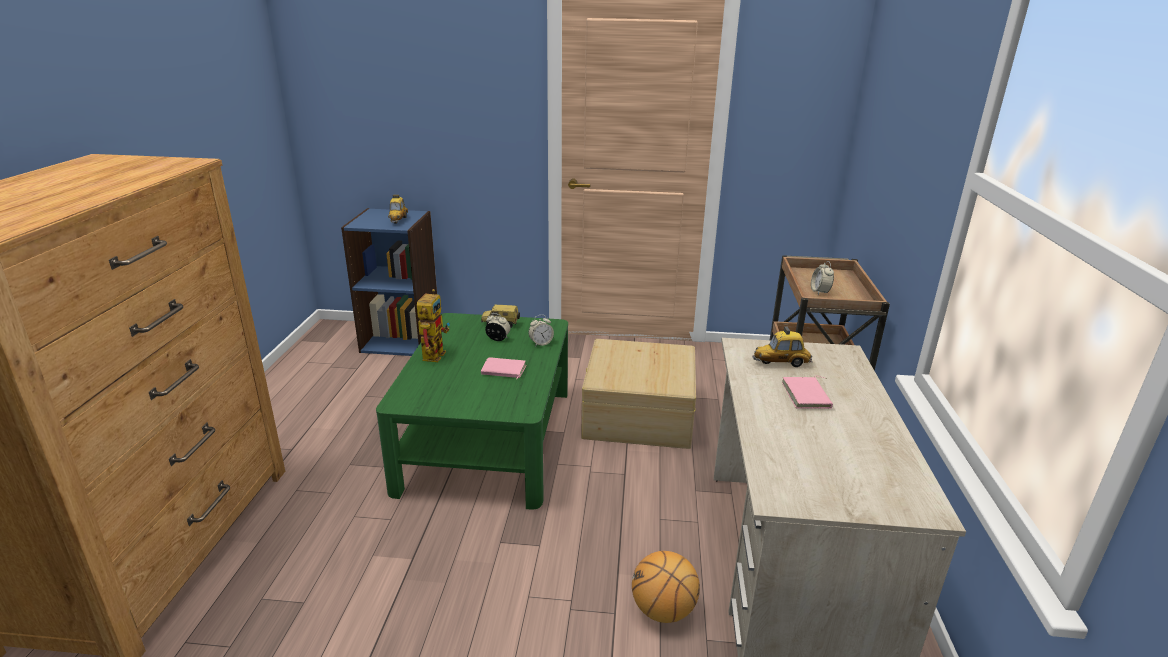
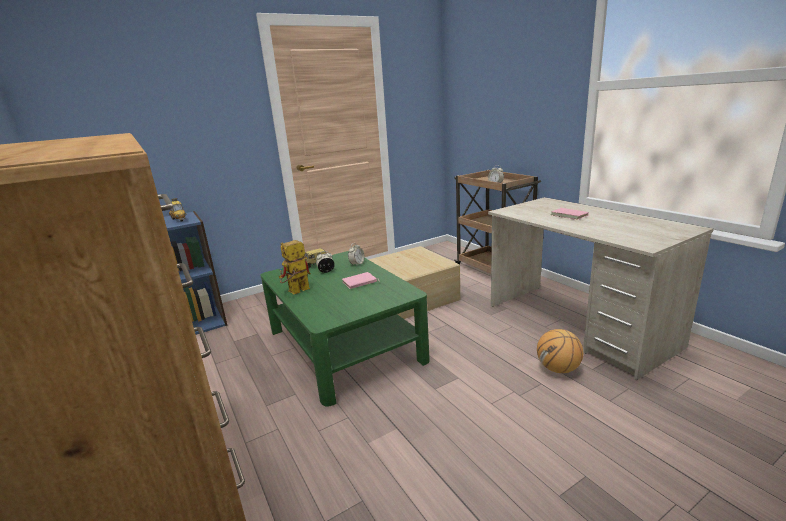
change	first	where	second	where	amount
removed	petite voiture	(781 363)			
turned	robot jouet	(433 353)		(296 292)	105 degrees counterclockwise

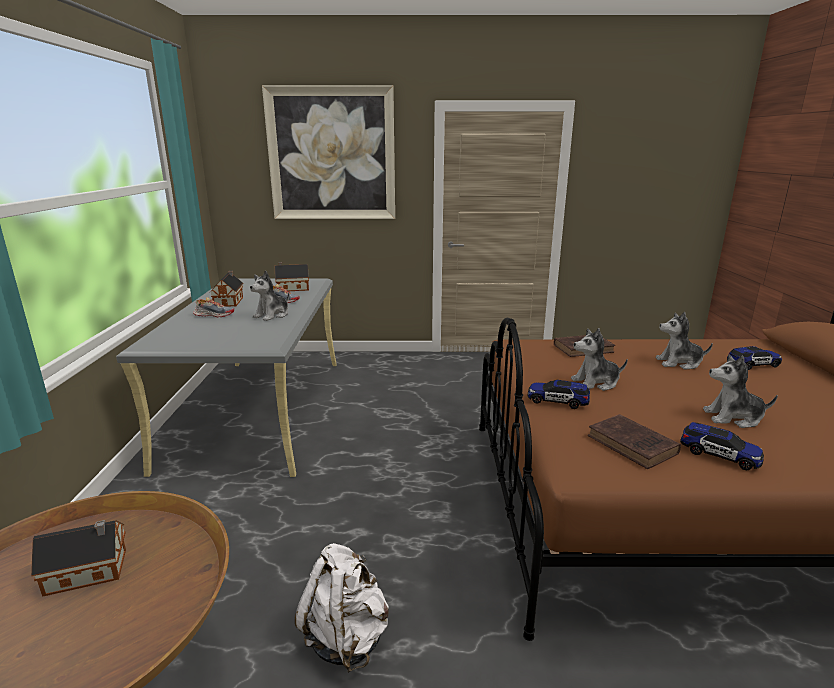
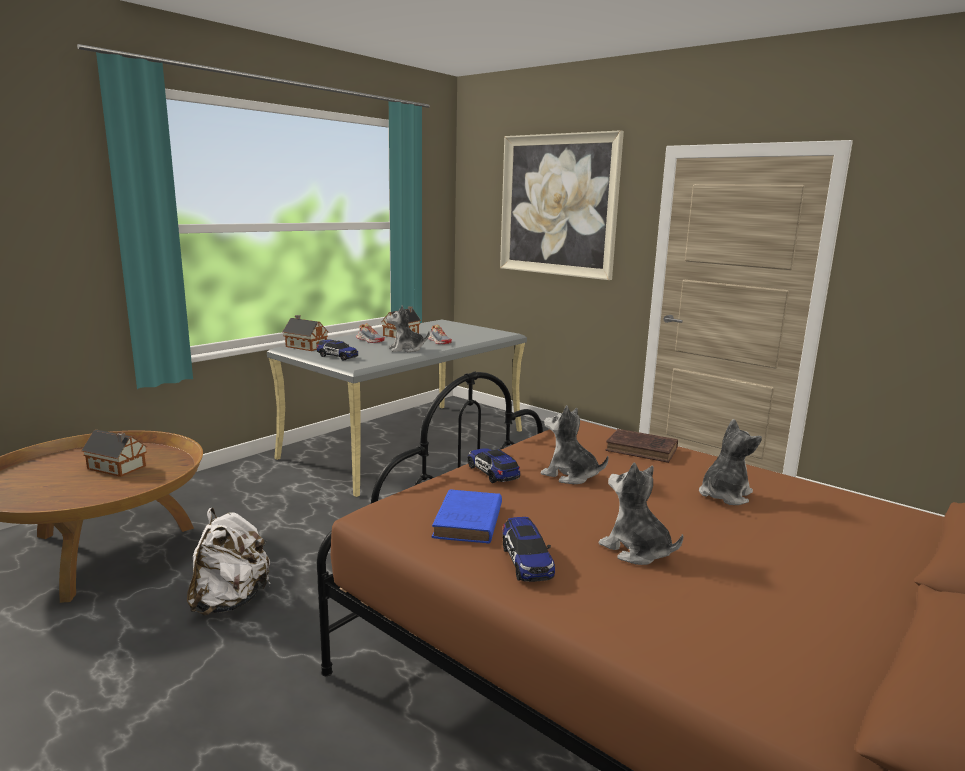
change	first	where	second	where	amount
moved	maison miniature	(292 288)		(305 346)	
moved	petite voiture	(753 365)		(337 356)	
recoloured	livre/marron	(634 446)	livre/bleu	(468 522)	
turned	peluche	(679 363)		(724 495)	90 degrees clockwise

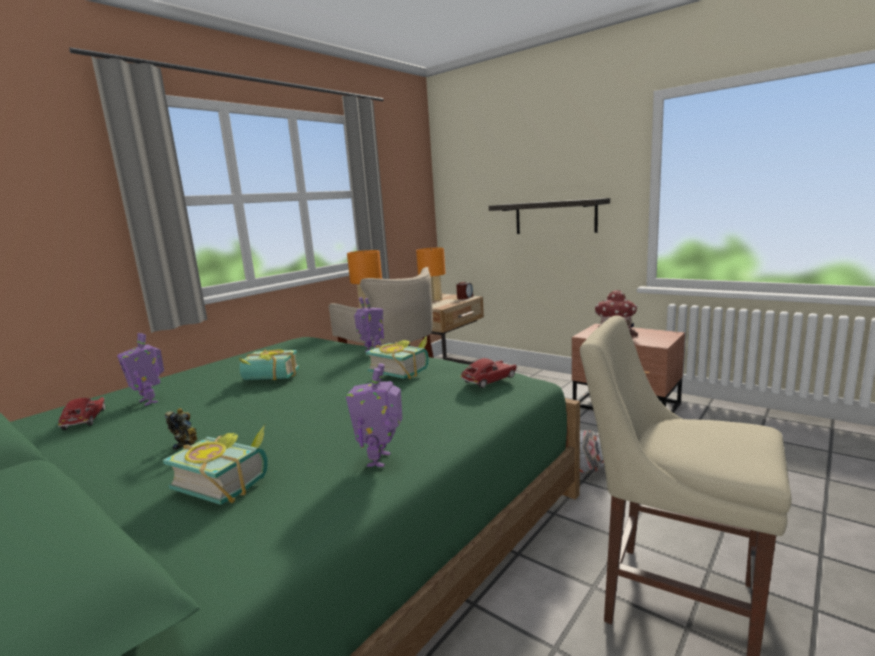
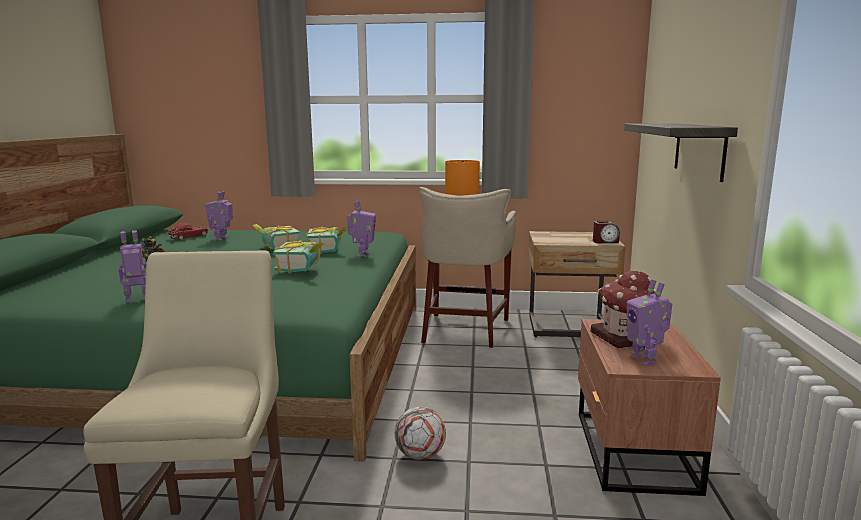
change	first	where	second	where	amount
removed	lampe de table/orange	(433 300)			
removed	petite voiture	(489 380)			
added			robot jouet	(644 360)	
moved	livre	(228 480)		(328 250)	

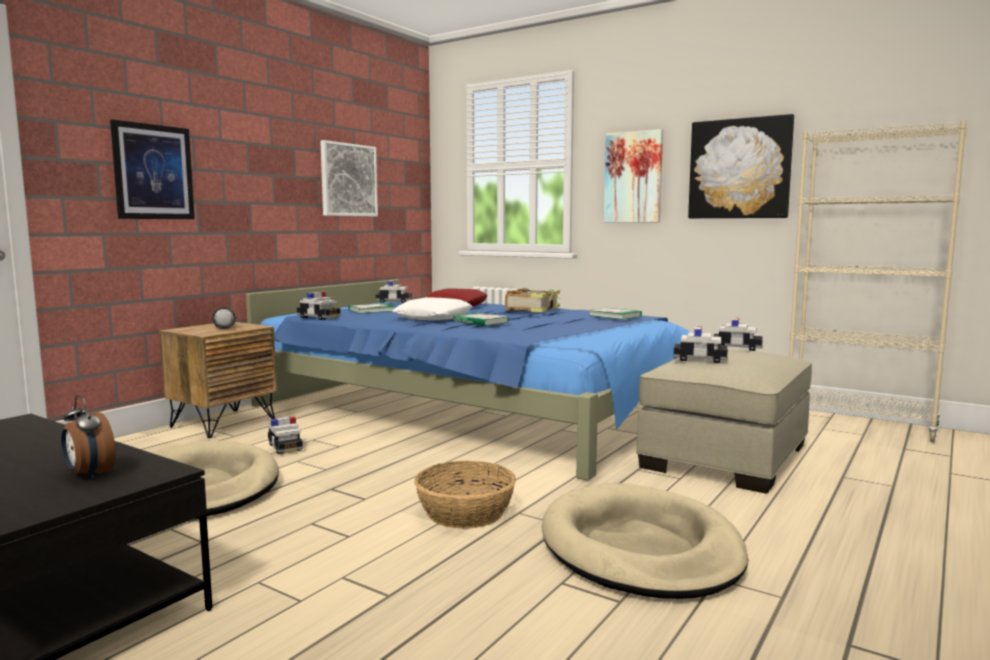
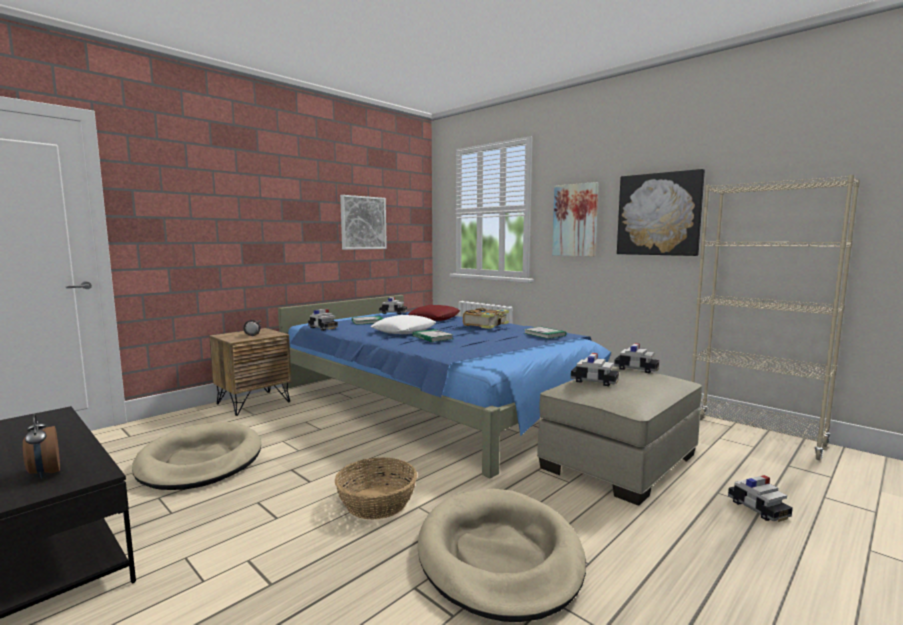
change	first	where	second	where	amount
removed	tableau	(153 172)			
moved	petite voiture	(285 447)		(758 508)	

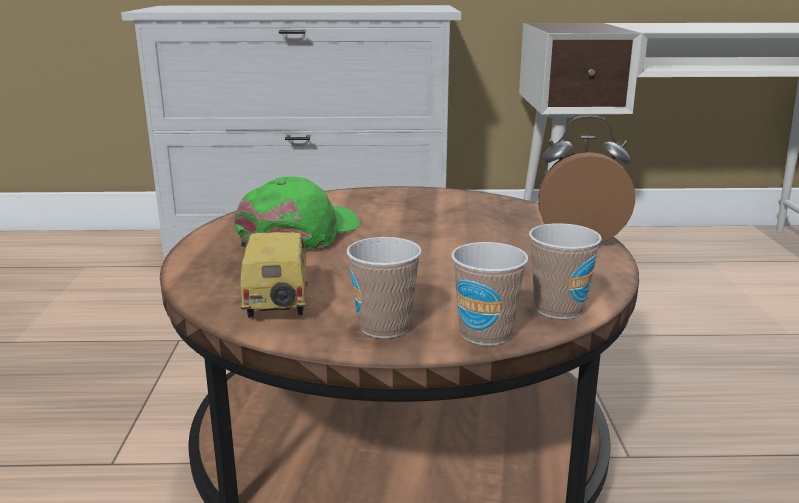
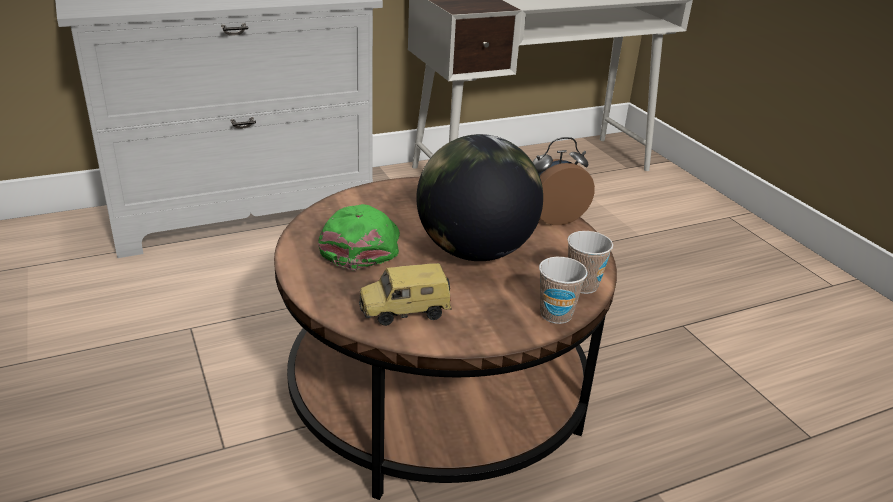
change	first	where	second	where	amount
removed	tasse	(384 327)			
added			globe	(475 252)	
turned	petite voiture	(275 300)		(405 313)	75 degrees counterclockwise

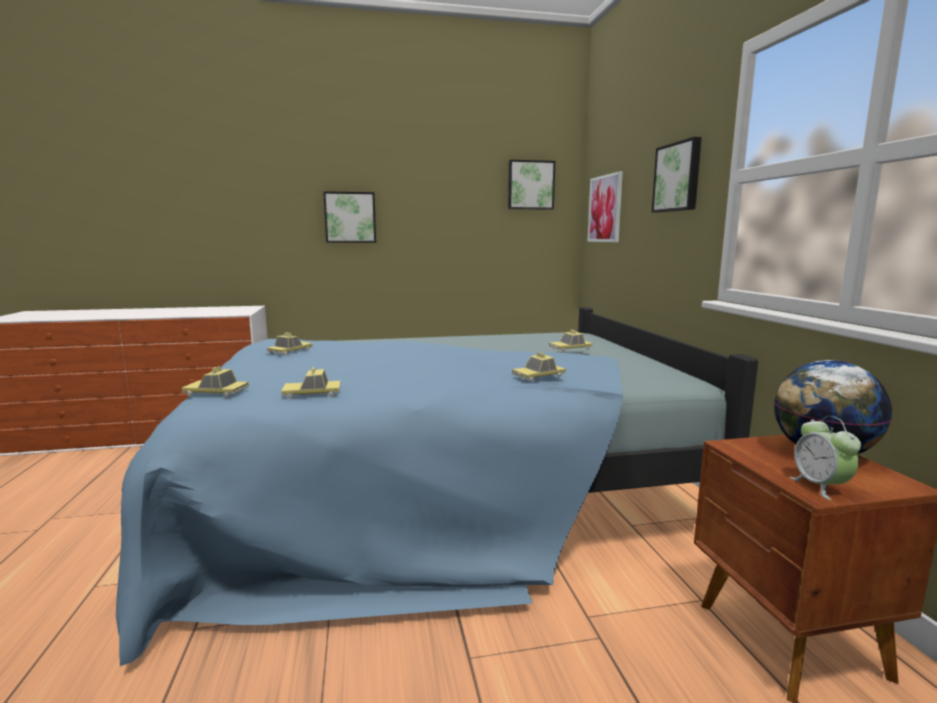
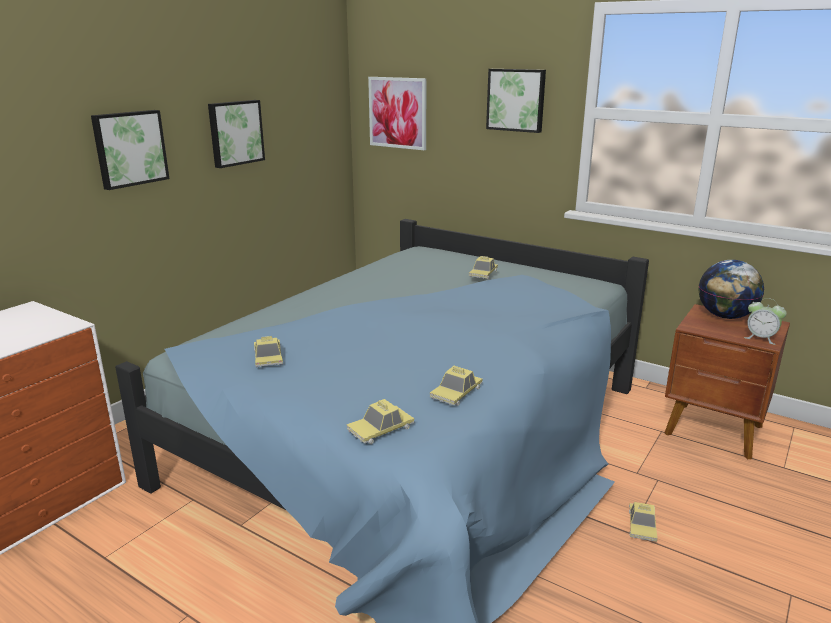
change	first	where	second	where	amount
moved	tableau	(530 185)		(235 133)	
moved	petite voiture	(538 376)		(642 526)	

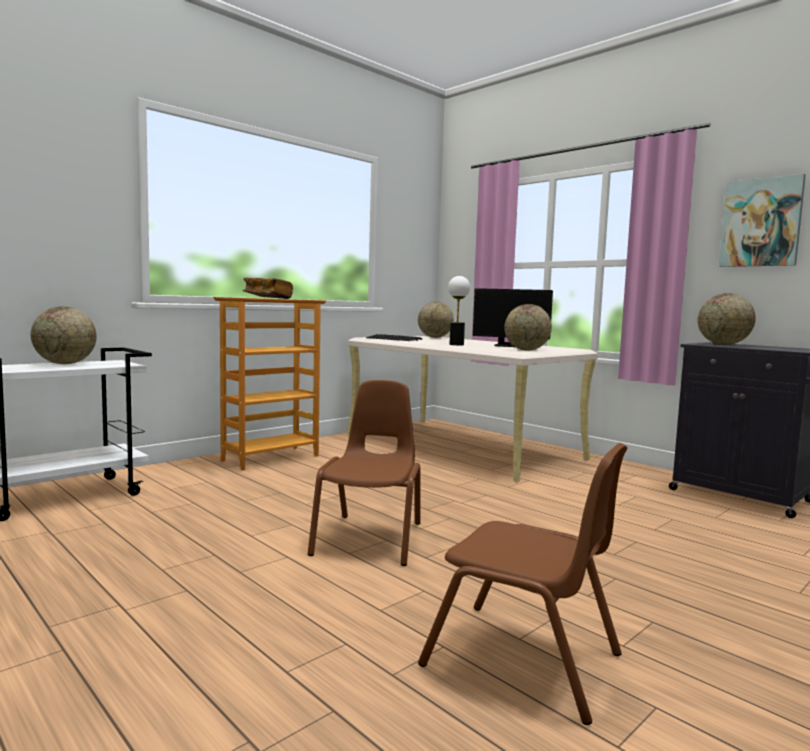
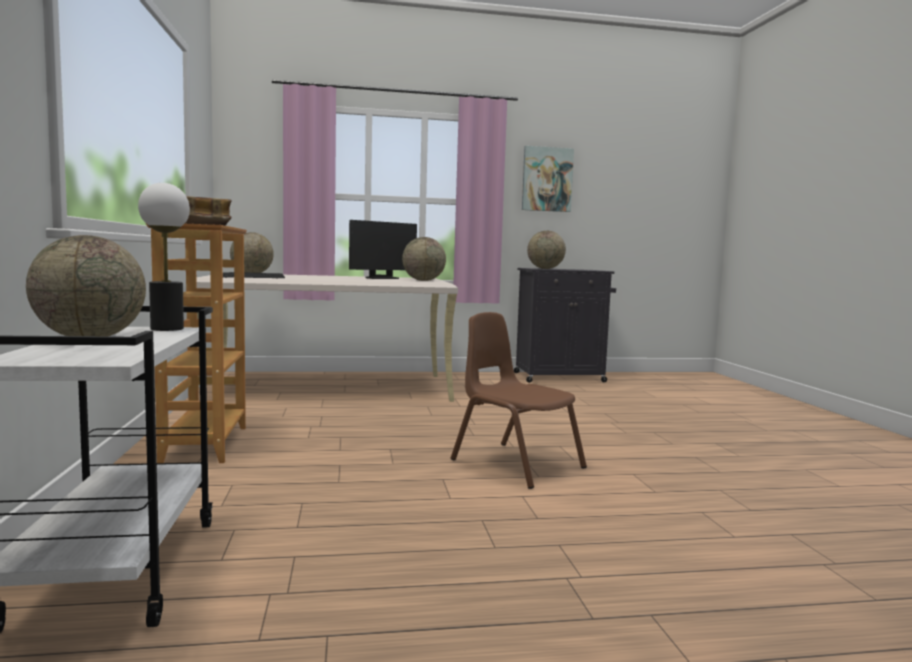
change	first	where	second	where	amount
removed	chaise/marron	(523 660)			
moved	lampe de table	(456 344)		(166 329)	

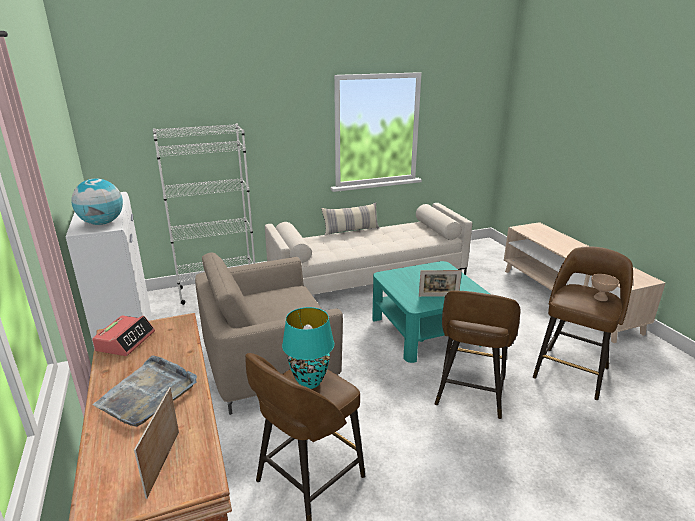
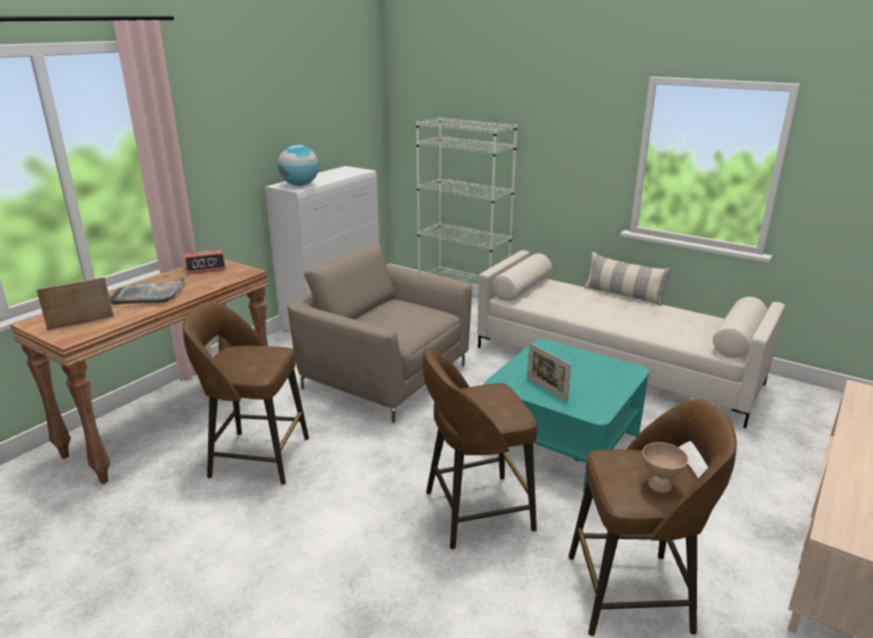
change	first	where	second	where	amount
removed	lampe de table/turquoise	(309 382)			

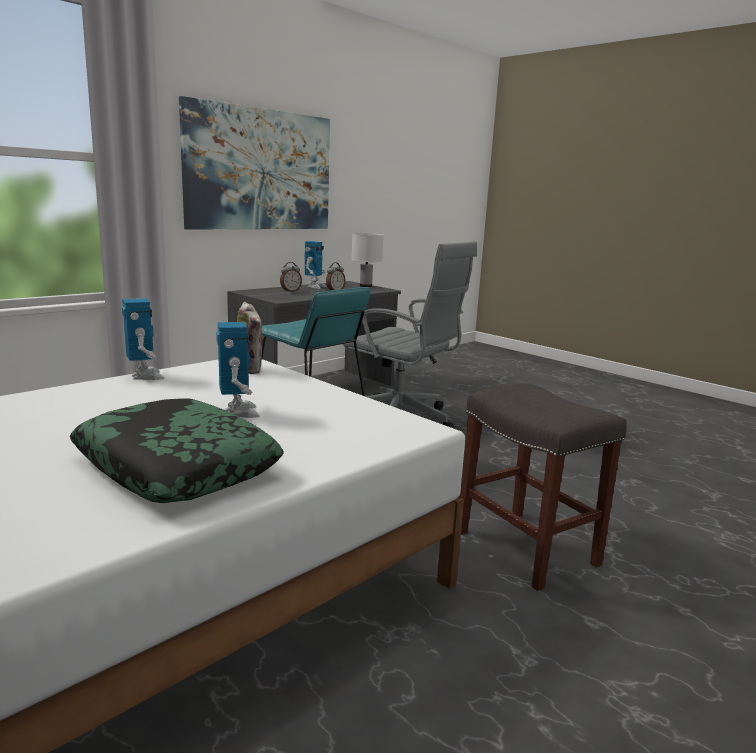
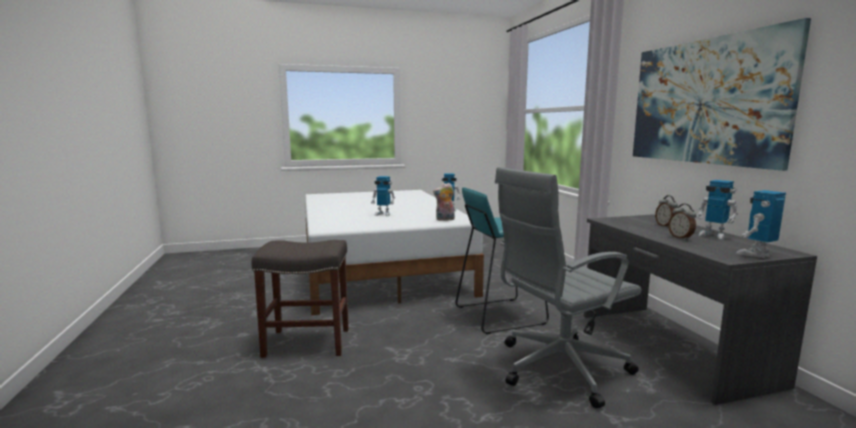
change	first	where	second	where	amount
removed	coussin	(175 467)			
replaced	lampe de table/blanc	(366 286)	robot jouet	(756 255)	

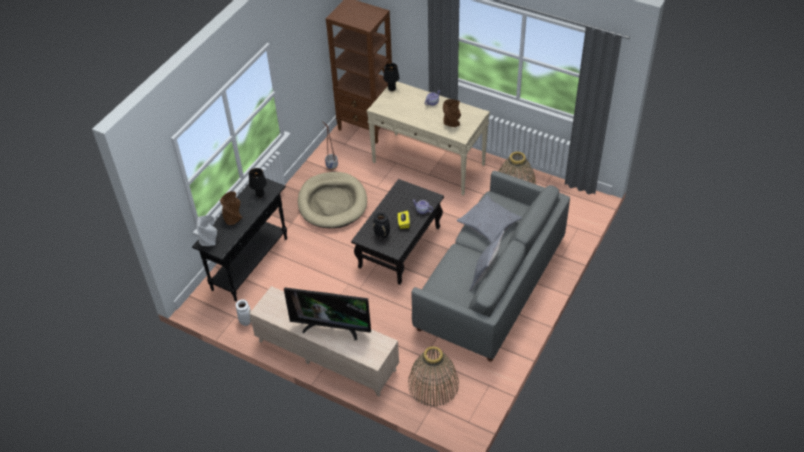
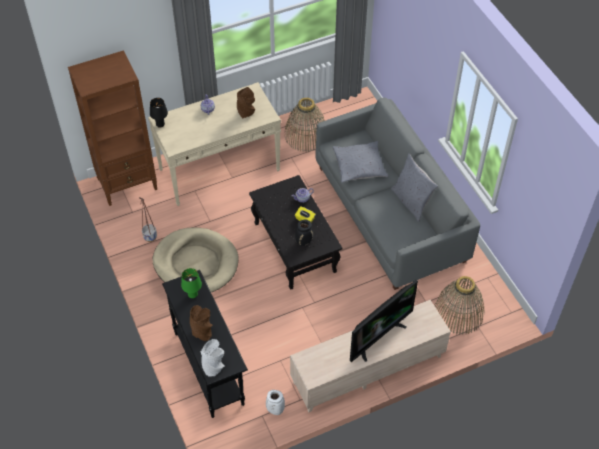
change	first	where	second	where	amount
recoloured	lampe de table/noir	(260 195)	lampe de table/vert	(193 294)	

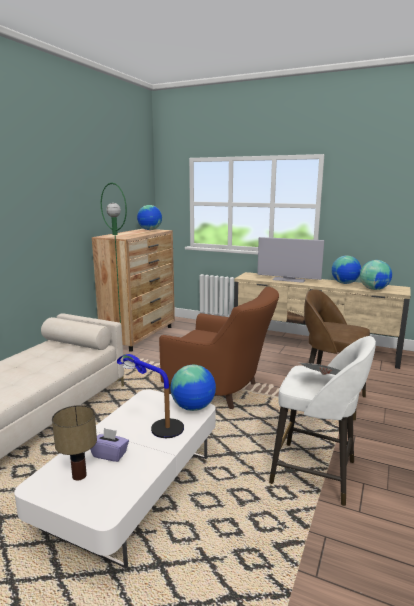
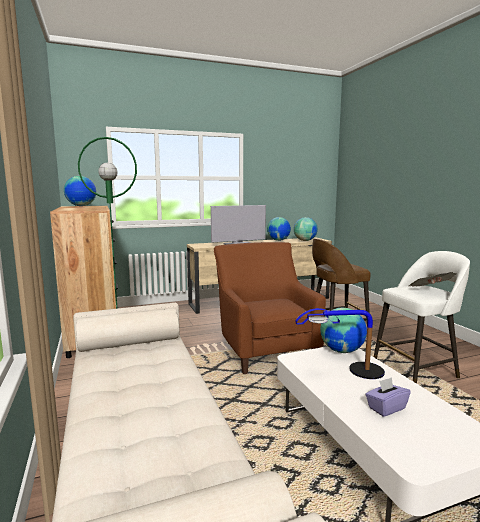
change	first	where	second	where	amount
removed	lampe de table	(78 476)			
turned	fauteuil/marron	(221 390)		(264 349)	90 degrees counterclockwise

